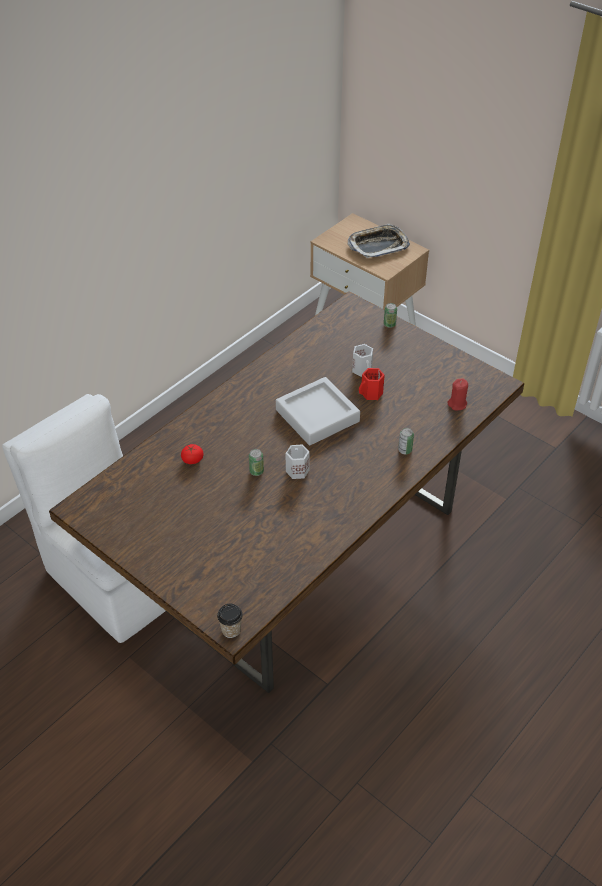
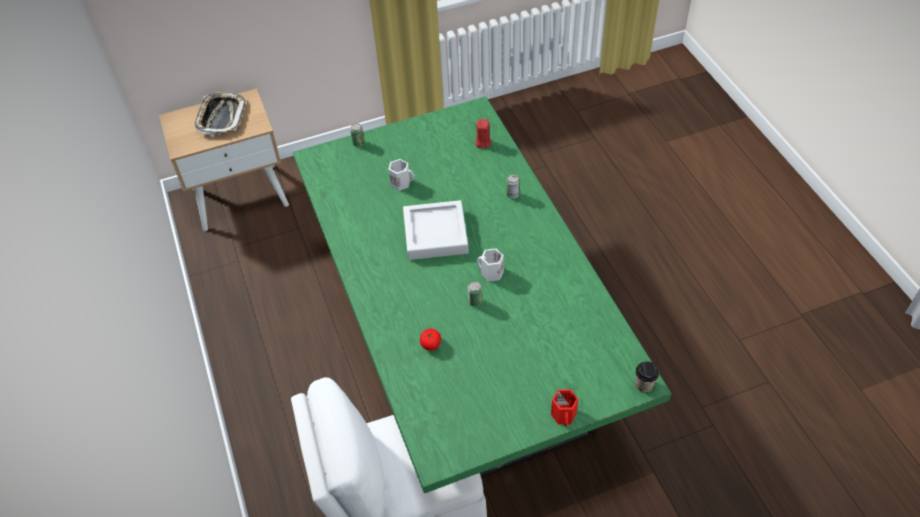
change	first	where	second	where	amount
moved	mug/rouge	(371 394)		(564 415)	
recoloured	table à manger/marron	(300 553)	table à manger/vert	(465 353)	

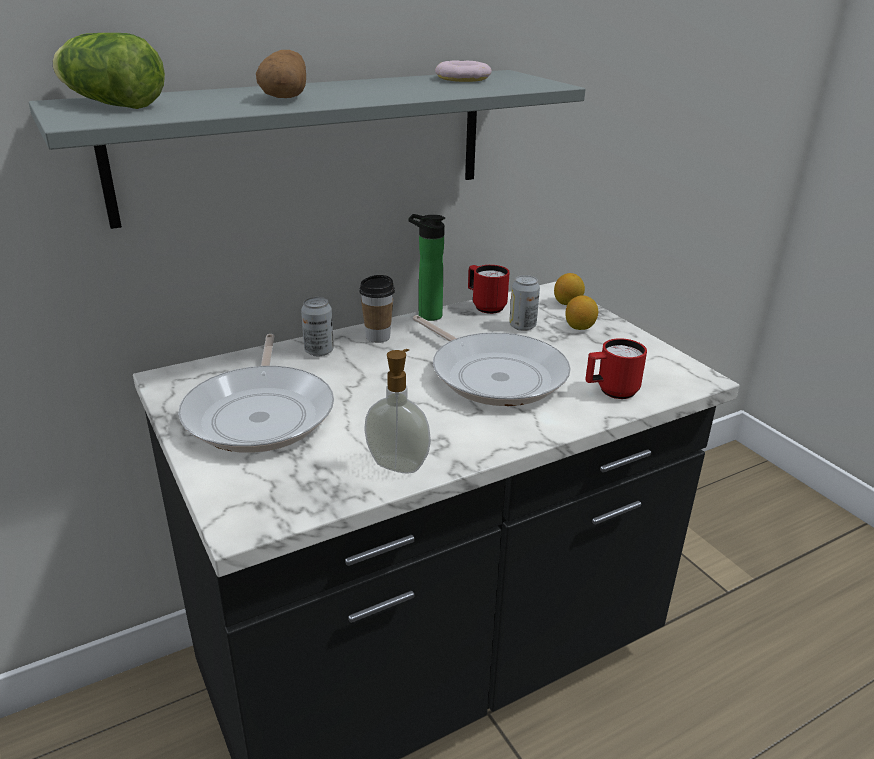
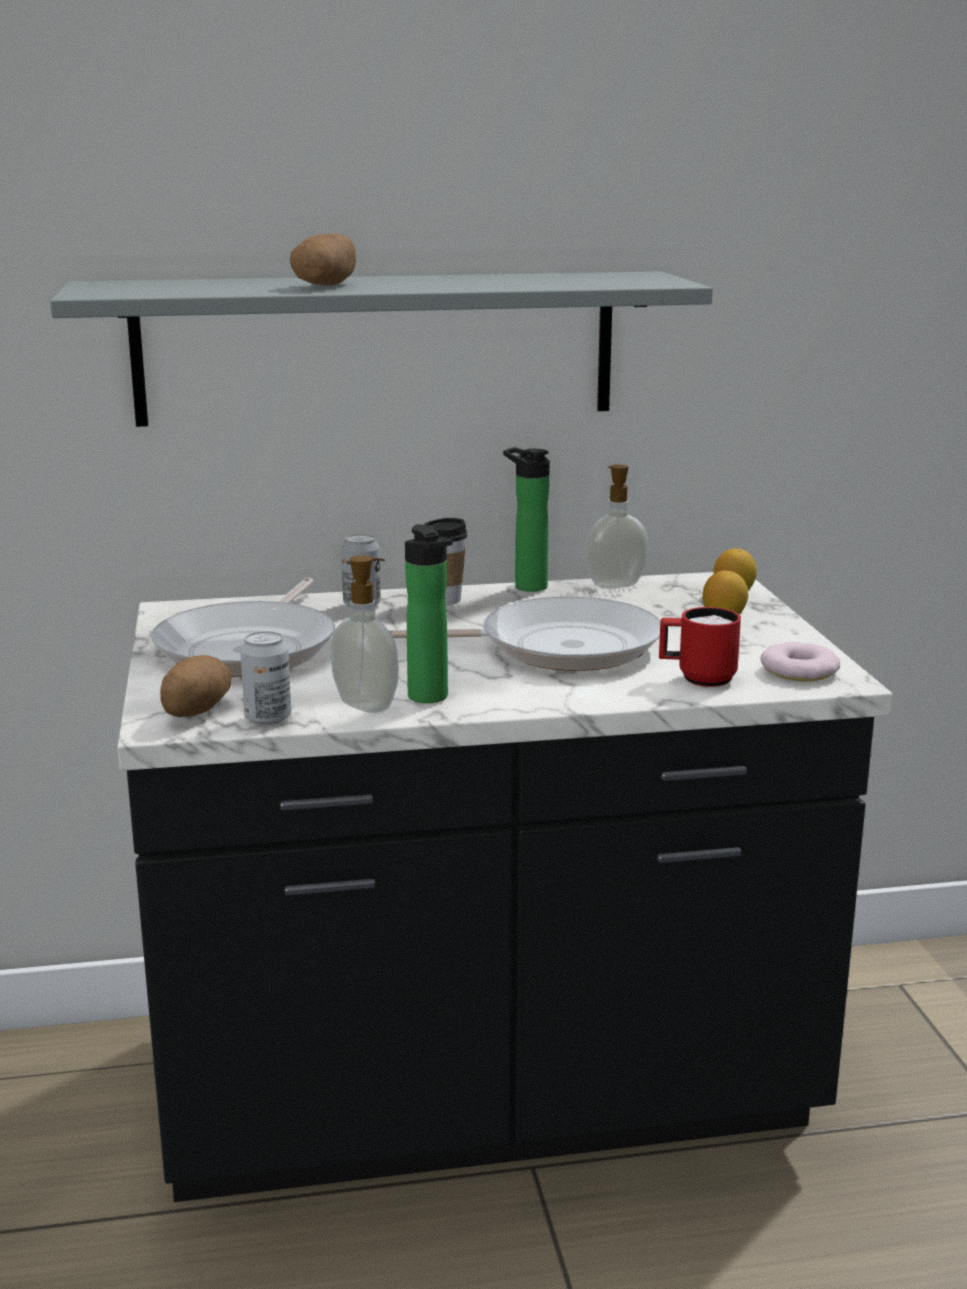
change	first	where	second	where	amount
removed	laitue	(110 103)			
added			pomme de terre	(195 711)	
added			bouteille	(430 698)	
moved	beignet	(462 78)		(799 670)	
moved	boîte métallique	(522 326)		(268 718)	
replaced	mug/rouge	(485 306)	distributeur de savon	(614 585)	
turned	poêle	(494 374)		(558 647)	75 degrees counterclockwise

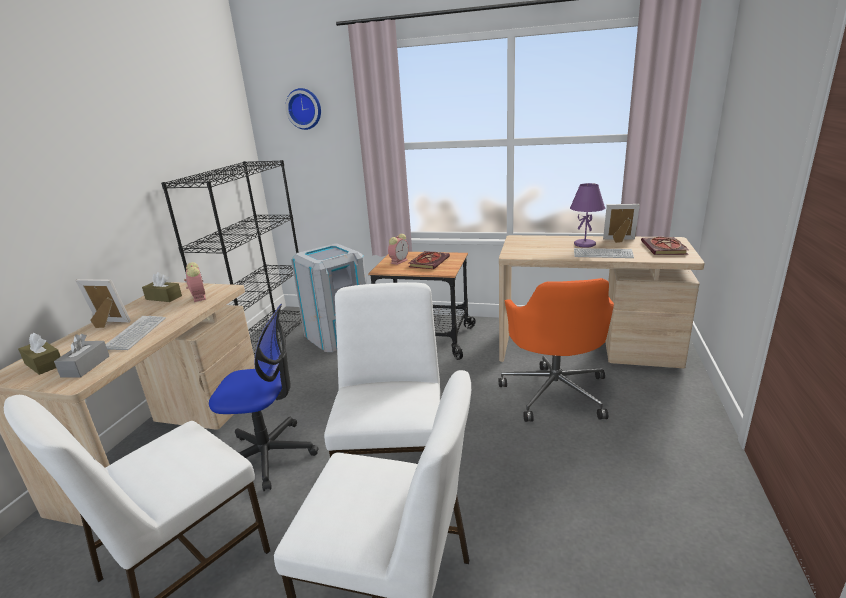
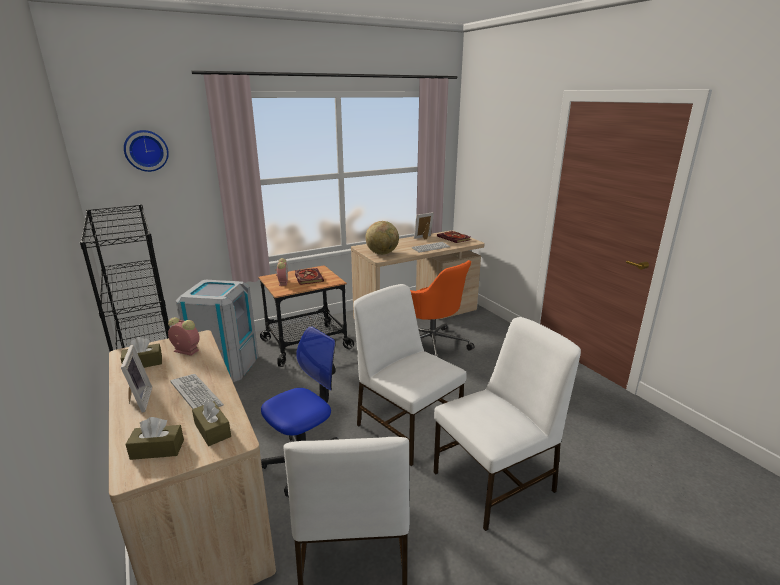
change	first	where	second	where	amount
removed	lampe de table/violet	(585 244)			
added			globe	(382 253)	
recoloured	boîte à mouchoirs/gris	(85 366)	boîte à mouchoirs/marron	(212 430)	
turned	cadre photo	(108 324)		(138 401)	105 degrees clockwise

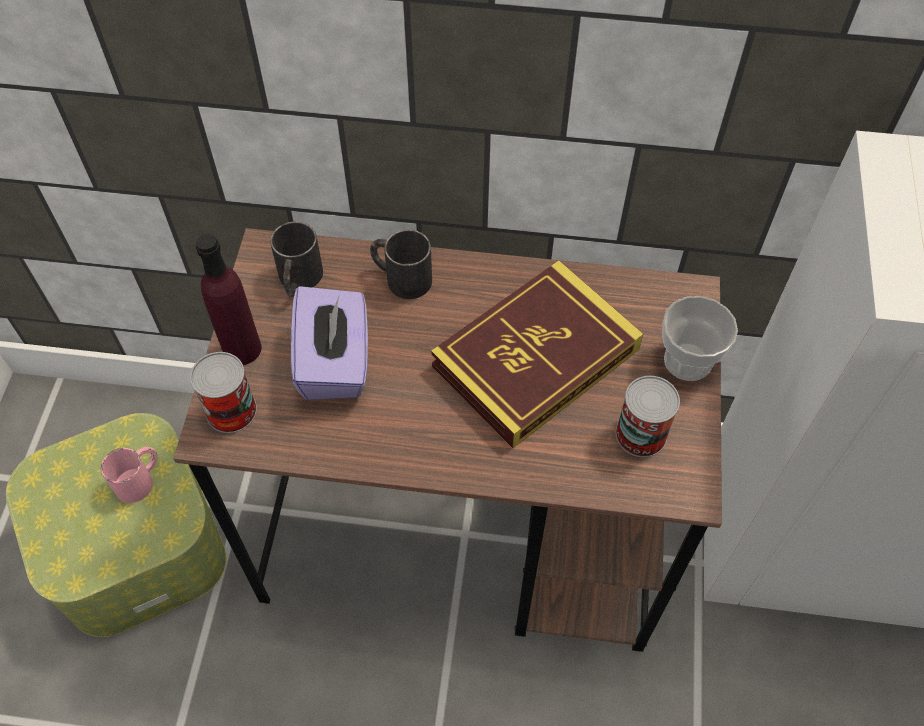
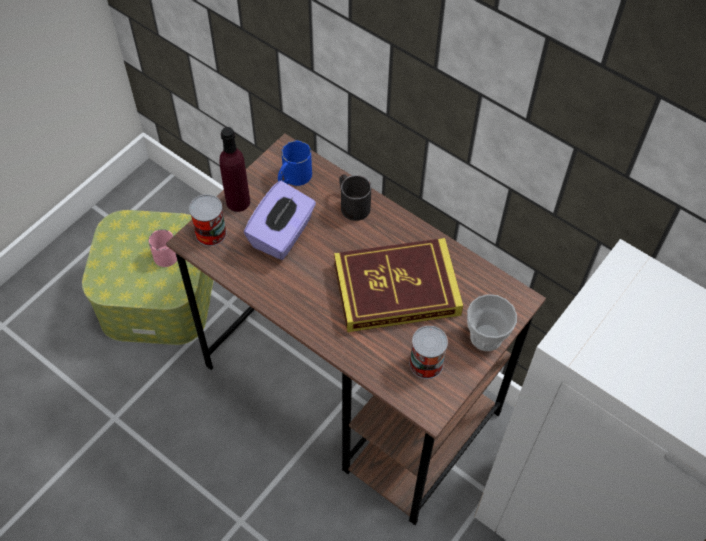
change	first	where	second	where	amount
recoloured	mug/noir	(298 281)	mug/bleu	(293 178)	

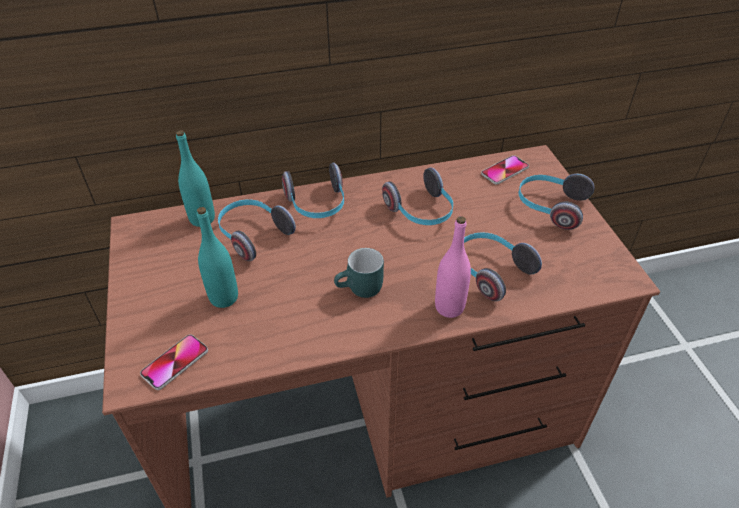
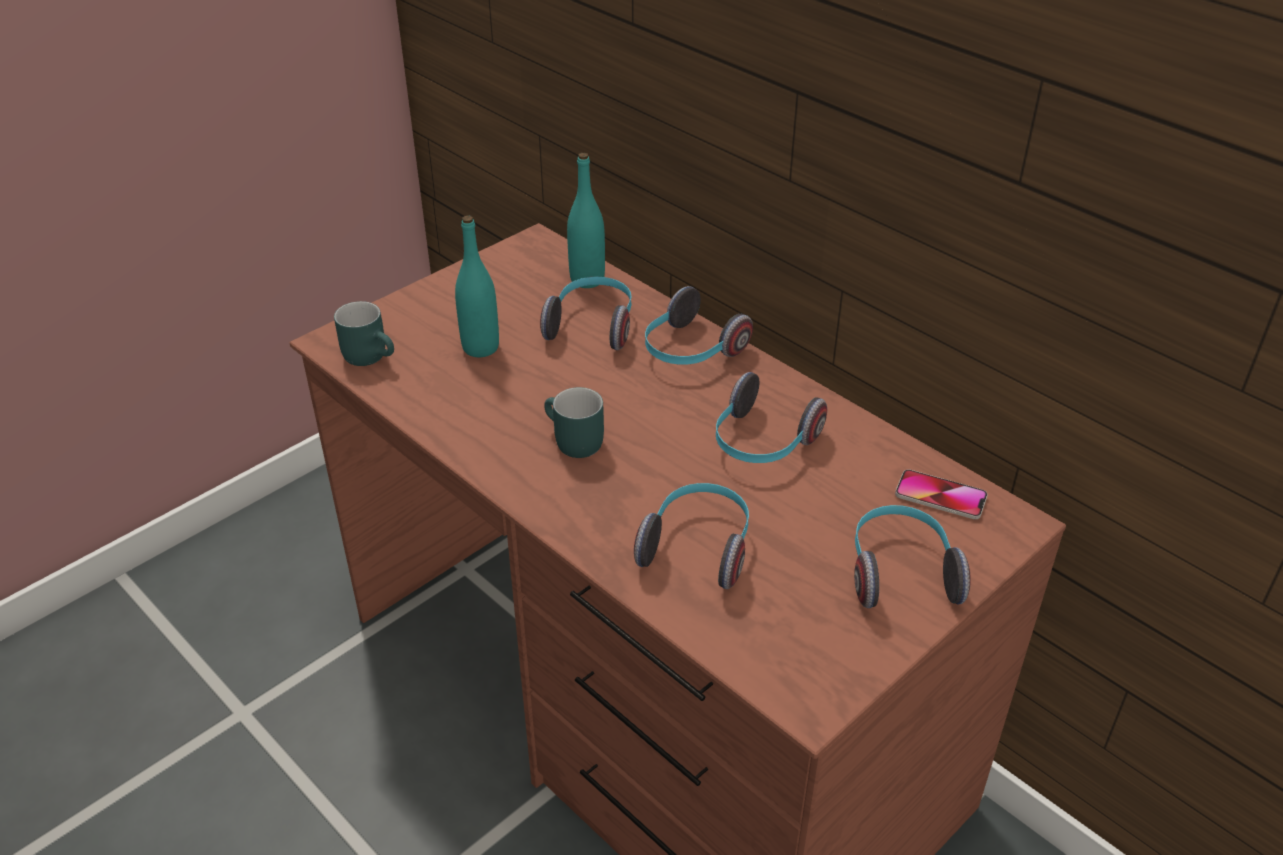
change	first	where	second	where	amount
removed	bouteille/rose	(449 307)			
replaced	téléphone	(175 362)	mug/turquoise	(372 355)	

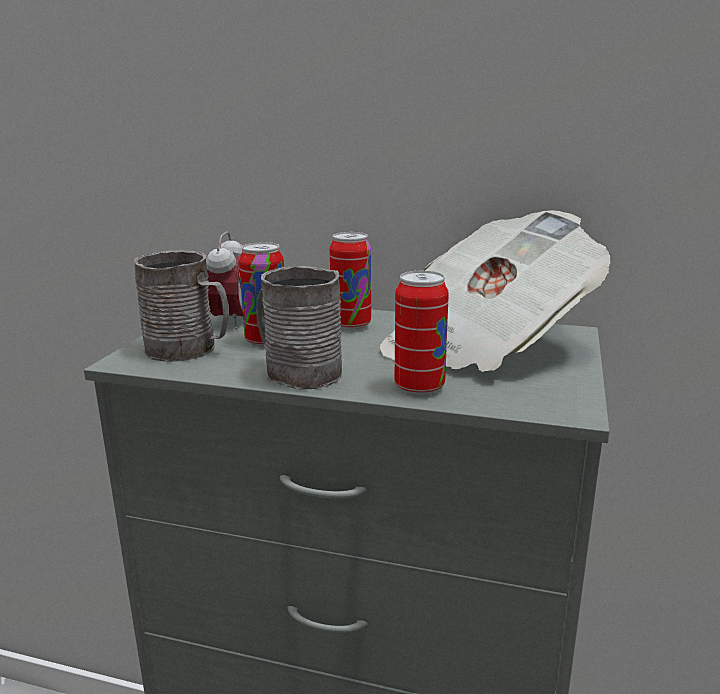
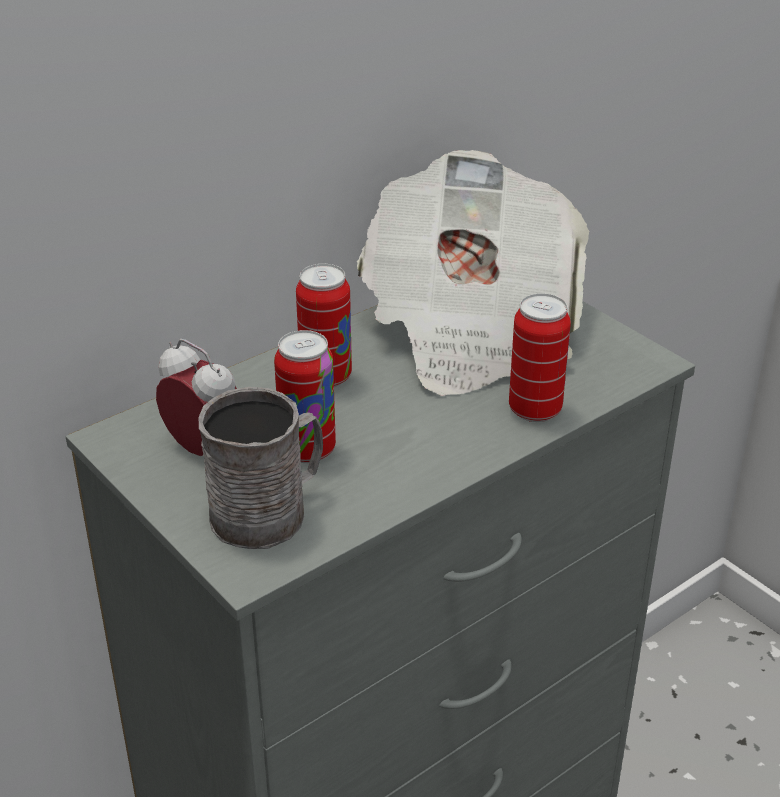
change	first	where	second	where	amount
removed	mug/gris	(296 371)			

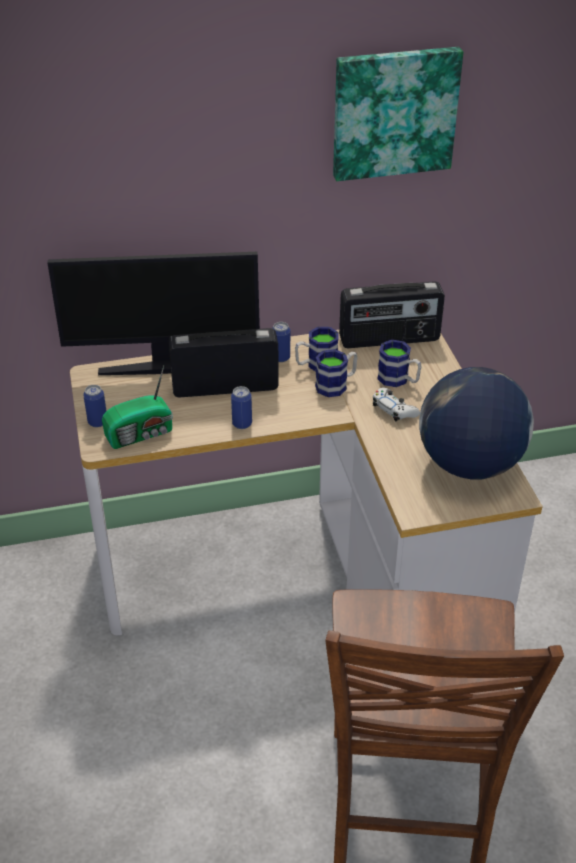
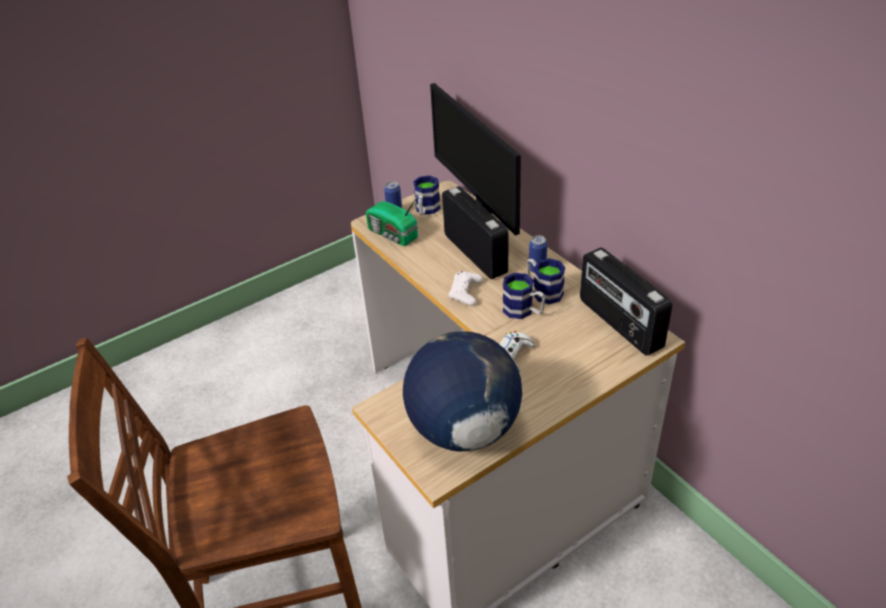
change	first	where	second	where	amount
removed	boîte métallique	(242 424)			
removed	tableau	(394 112)			
added			manette/blanc	(465 292)	
moved	mug	(398 380)		(426 210)	

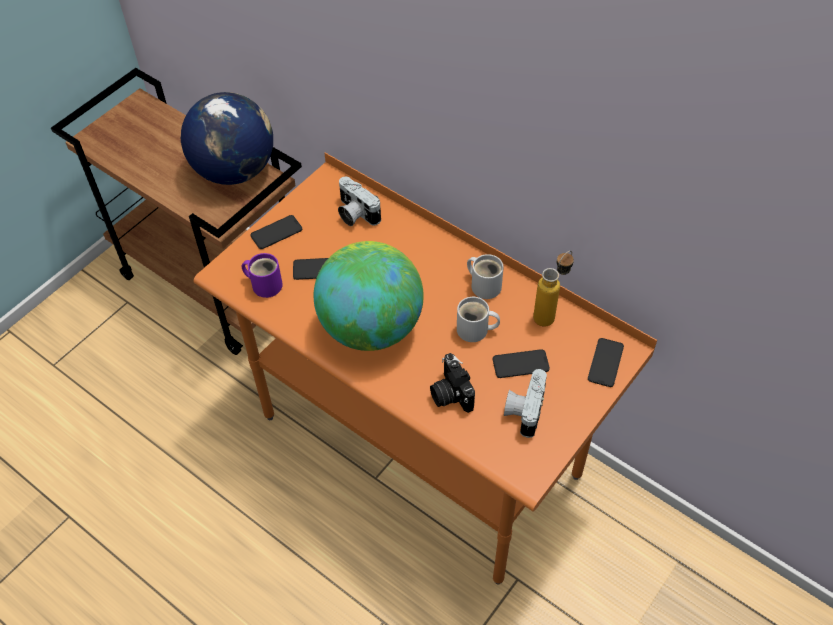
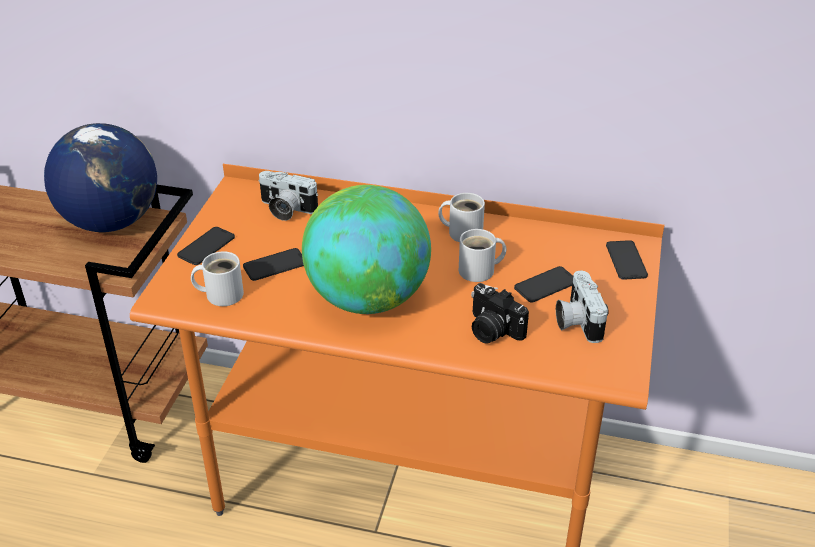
change	first	where	second	where	amount
removed	bouteille	(549 313)			
recoloured	mug/violet	(265 284)	mug/blanc	(221 293)	

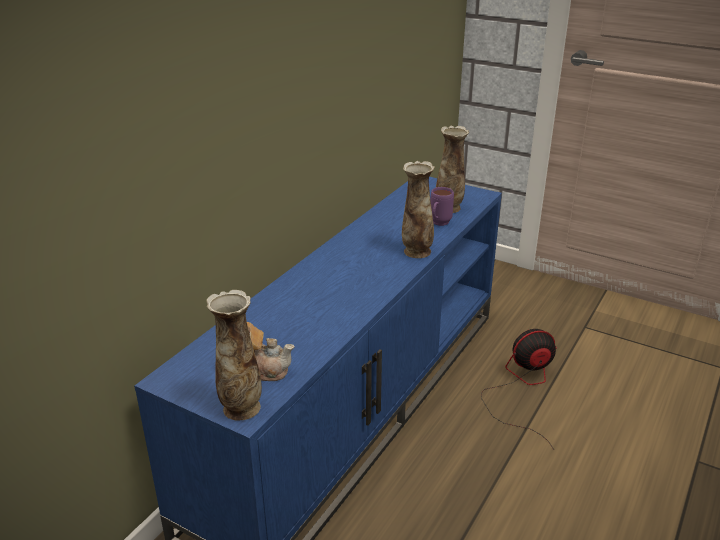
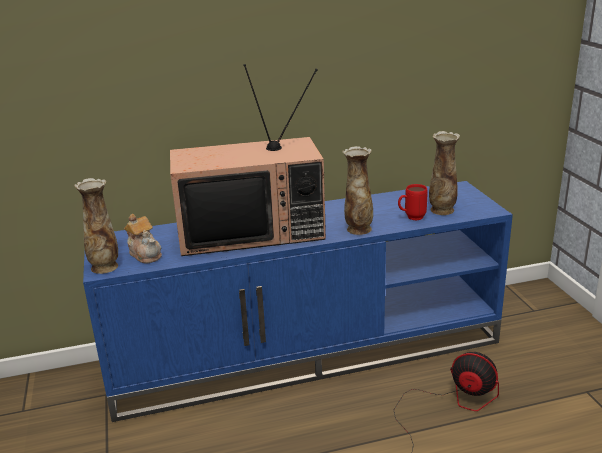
change	first	where	second	where	amount
added			téléviseur	(252 231)	
recoloured	mug/violet	(438 224)	mug/rouge	(411 218)	

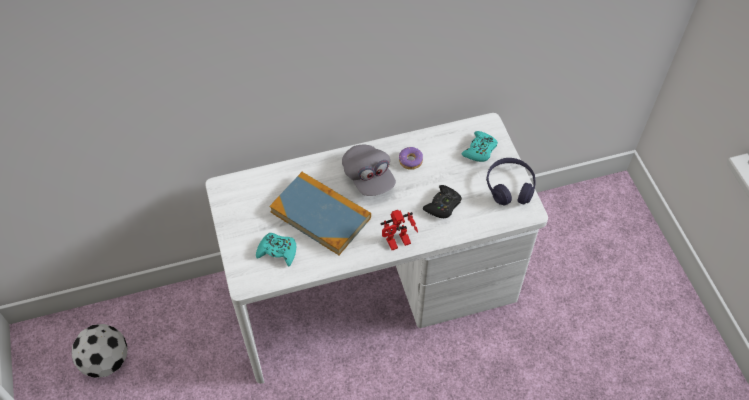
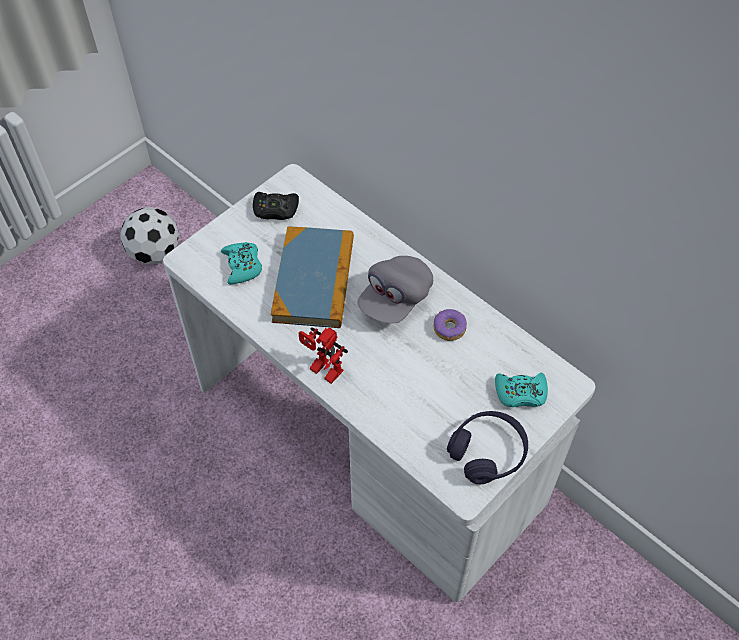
change	first	where	second	where	amount
moved	manette/noir	(443 205)		(275 210)	

